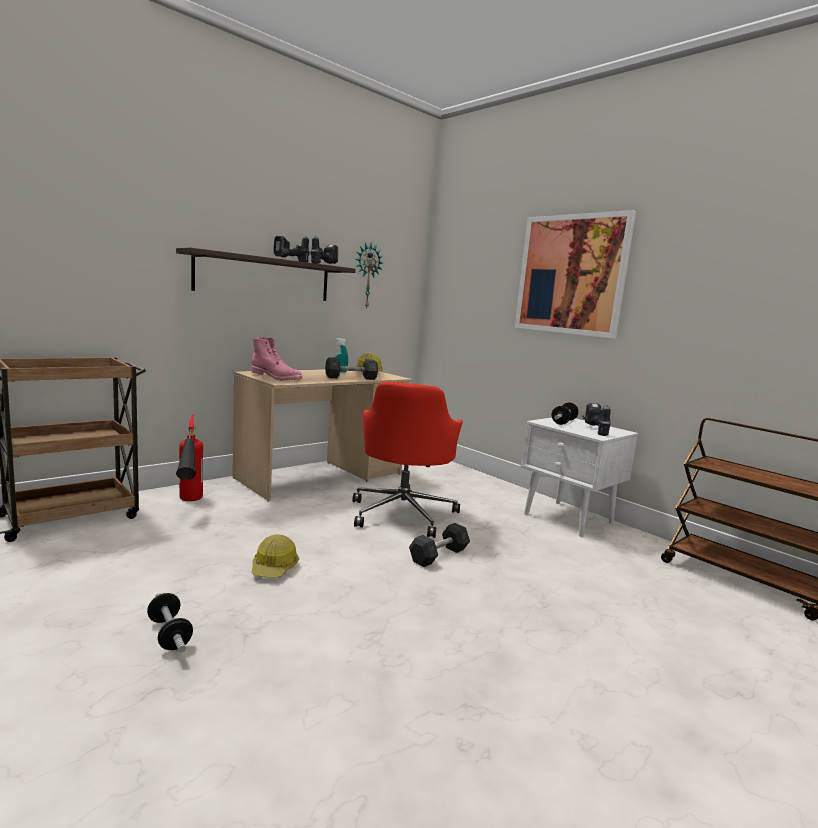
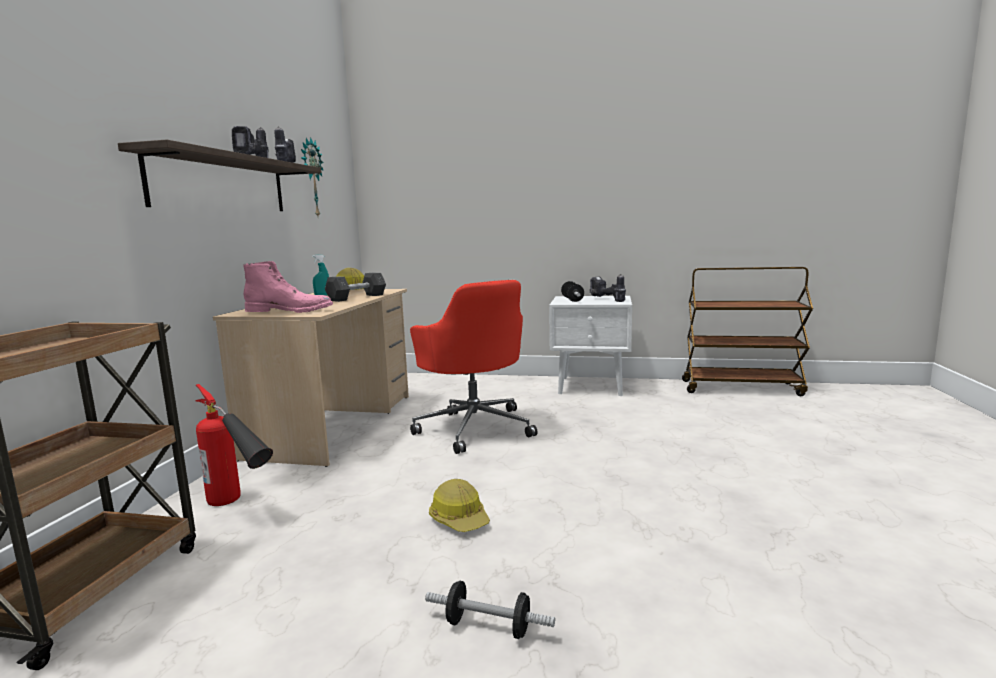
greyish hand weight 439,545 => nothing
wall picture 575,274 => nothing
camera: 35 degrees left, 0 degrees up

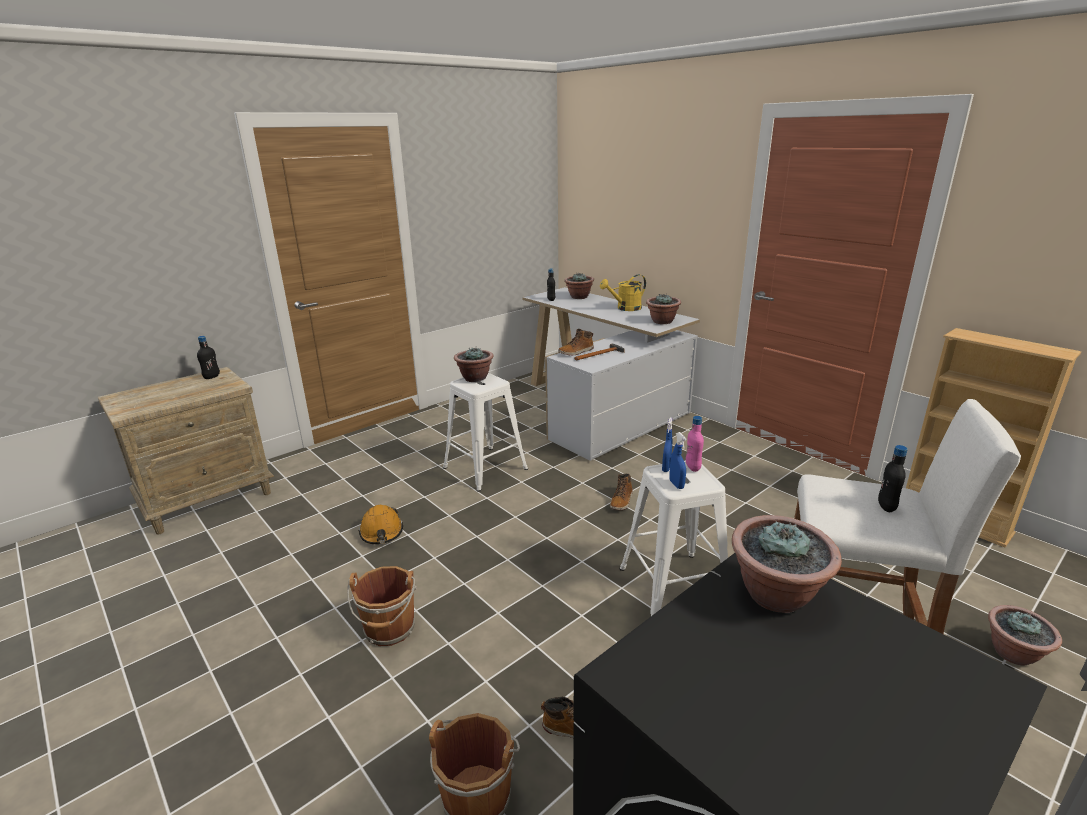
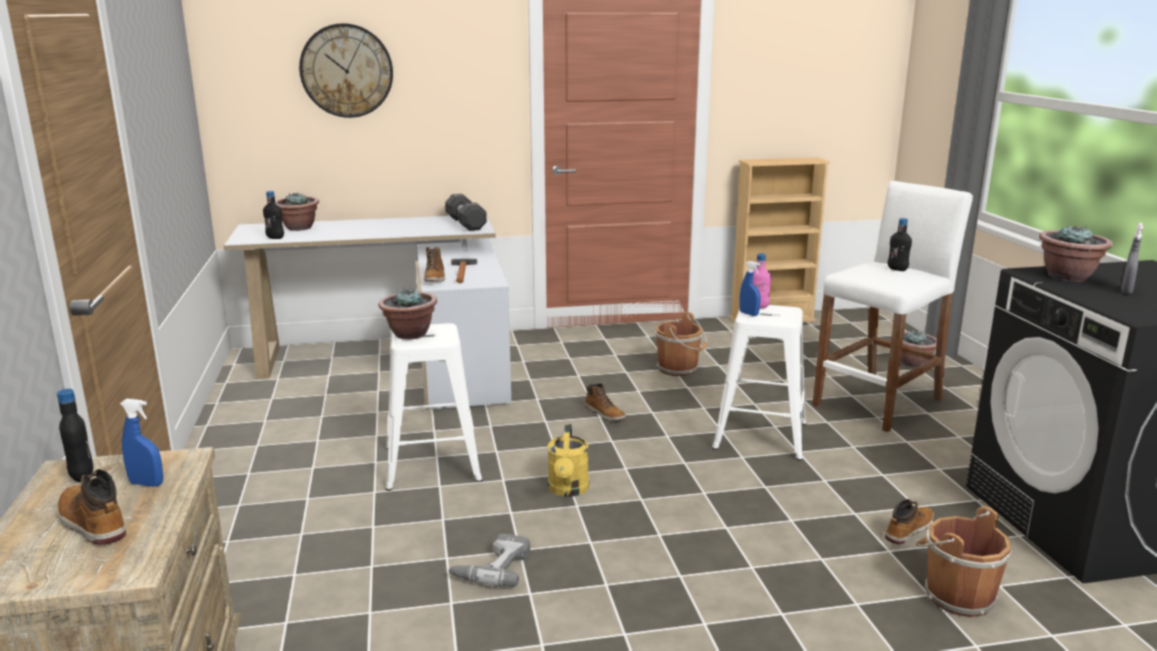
nothing => boot 91,507
bluish sprayer 677,460 => bluish sprayer 141,443, relocated
nothing => hanging clock 346,70
houseplant 663,309 => blackish hand weight 466,212
orange work helmet 381,524 => drill 489,560
yellow sprinkling can 623,292 => yellow sprinkling can 568,460, relocated
brown-coloured water bucket 382,606 => brown-coloured water bucket 681,344, relocated
nothing => greyish sprayer 1132,258
camera: 60 degrees left, 5 degrees down

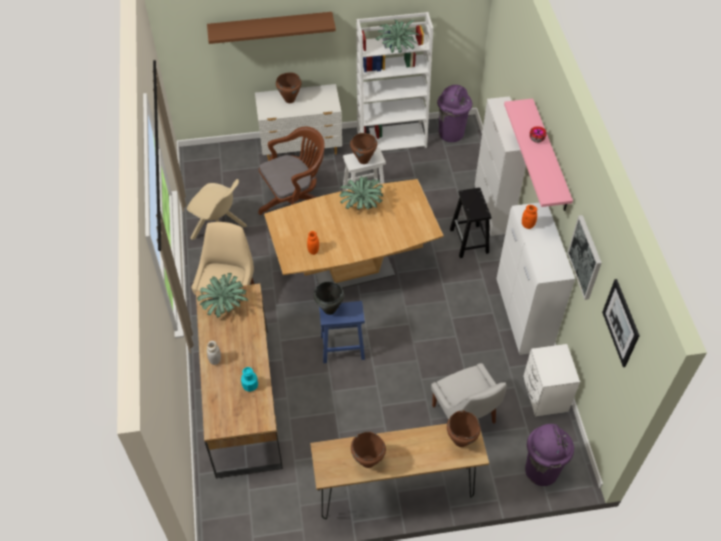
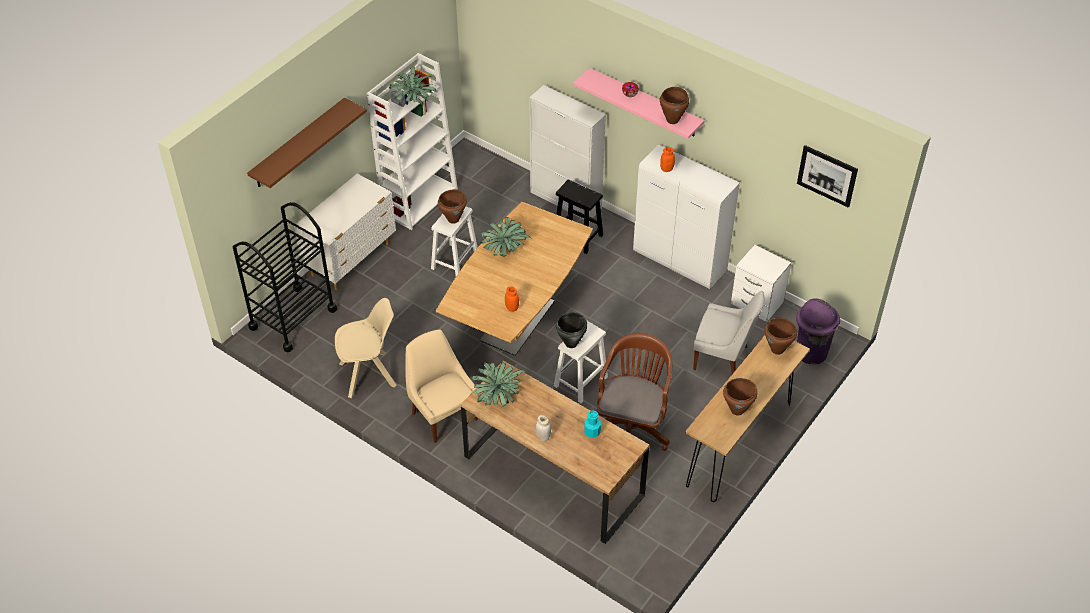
nothing => blackish wheeled cart 285,277
bluish stool seat 342,332 => whitish stool seat 581,361
brown-coloured desk chair 291,171 => brown-coloured desk chair 634,392, relocated
brown-coloured saucepot 289,87 => brown-coloured saucepot 674,105, relocated
purple-coloured waste bin 454,113 => nothing
wall picture 584,257 => nothing
camera: 45 degrees left, 5 degrees down

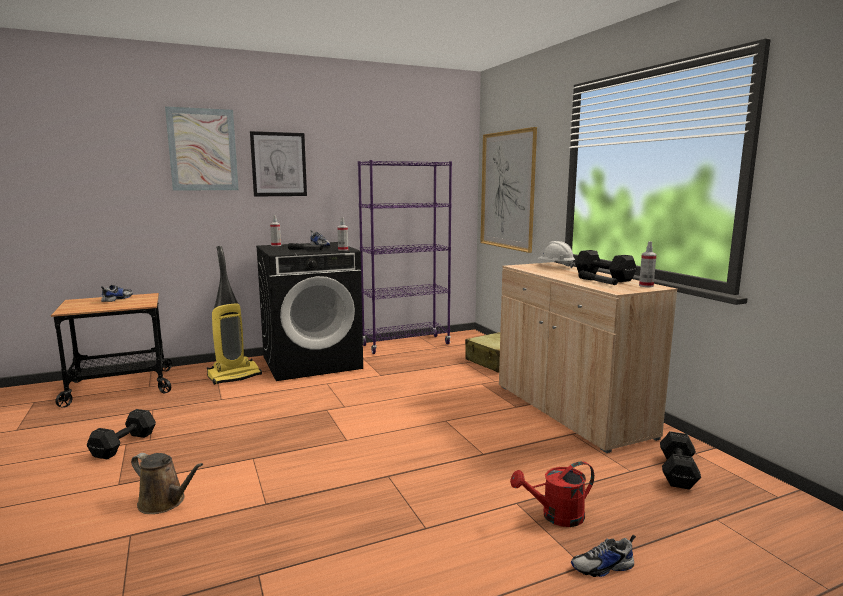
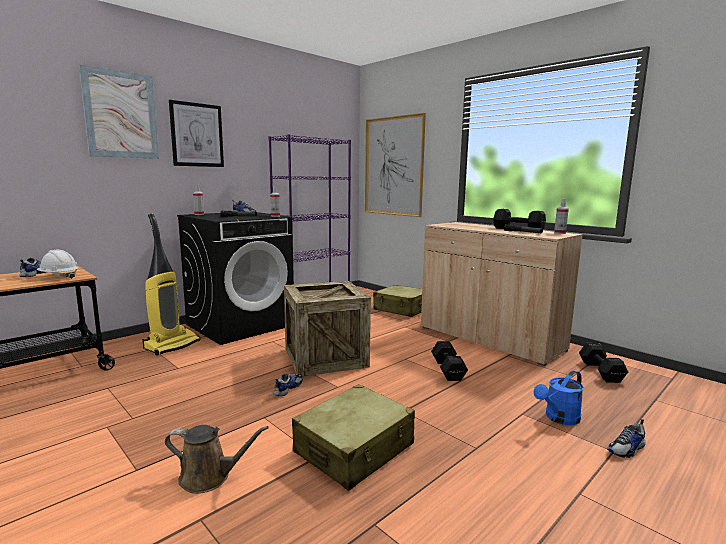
whitish work helmet 556,254 => whitish work helmet 57,264, relocated
nothing => item of footwear 288,385
nothing => shipping crate 327,328
nothing => sand-coloured piece of luggage 353,437
blackish hand weight 121,434 => blackish hand weight 449,361, relocated
red sprinkling can 552,494 => bluish sprinkling can 559,398
camera: 20 degrees left, 0 degrees up

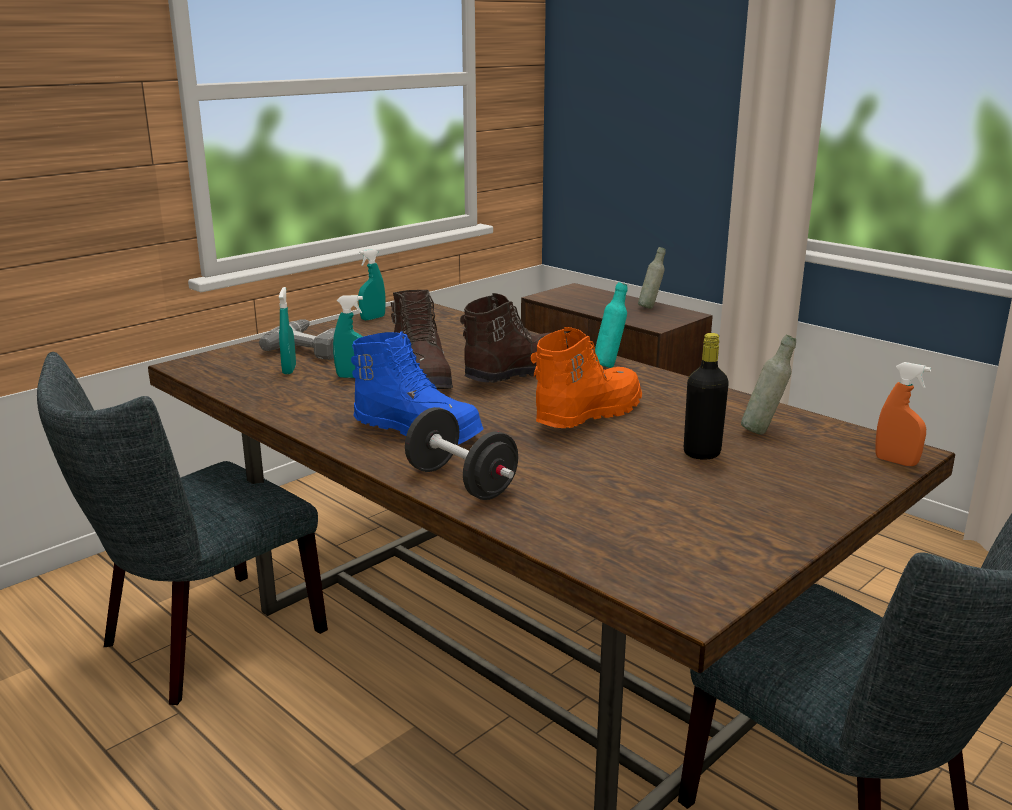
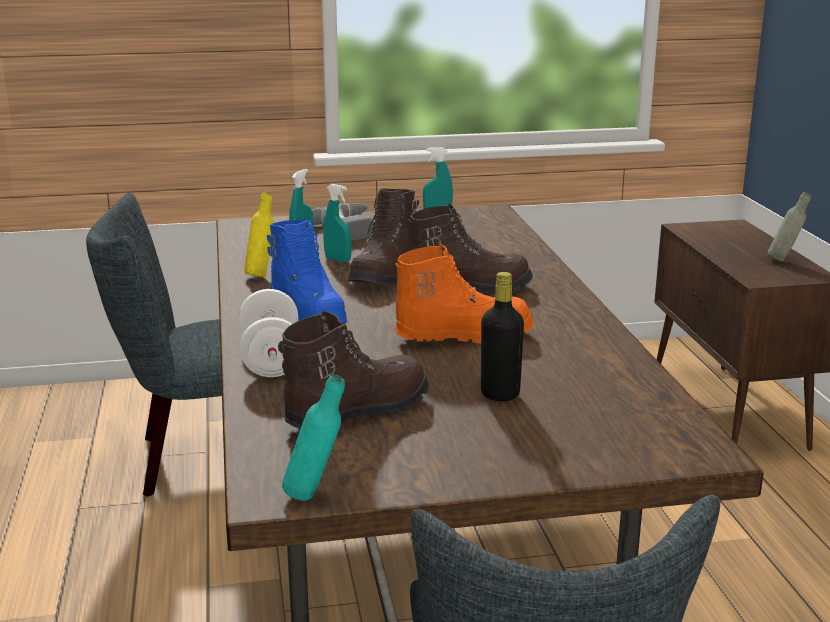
blackish hand weight 461,453 => whitish hand weight 268,333
nothing => yellow beverage bottle 259,234
nothing => brown-coloured boot 353,370
blue-green beverage bottle 610,325 => blue-green beverage bottle 313,438, relocated
greyish beverage bottle 768,385 => nothing
orange sprayer 903,414 => nothing
camera: 35 degrees right, 0 degrees up

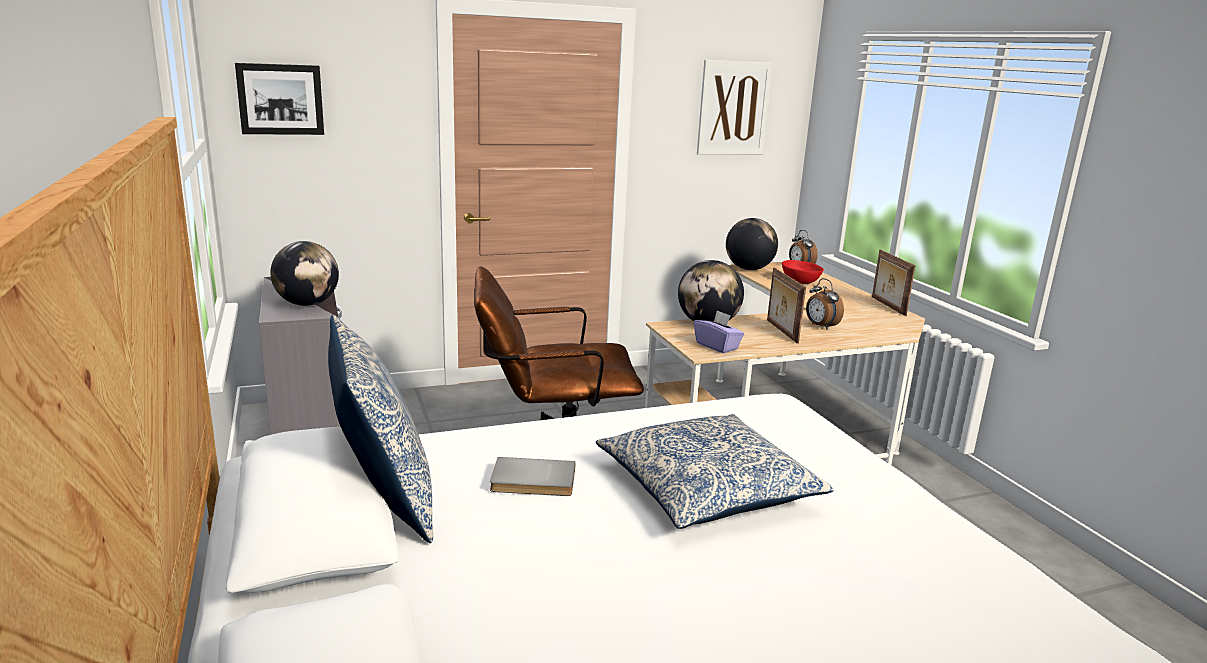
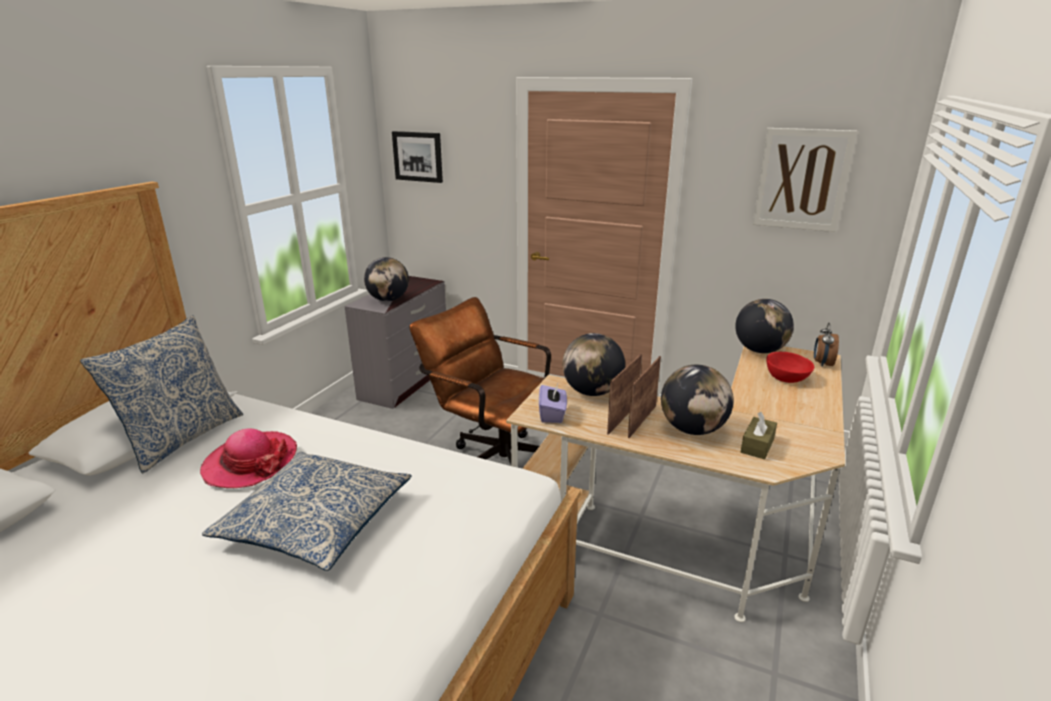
greyish book 533,476 => clothing hat 248,458
picture frame 894,283 => picture frame 624,394, relocated
bedside clock 825,303 => desk globe 697,400
nothing => brown-coloured box of tissues 759,436
camera: 45 degrees right, 5 degrees up

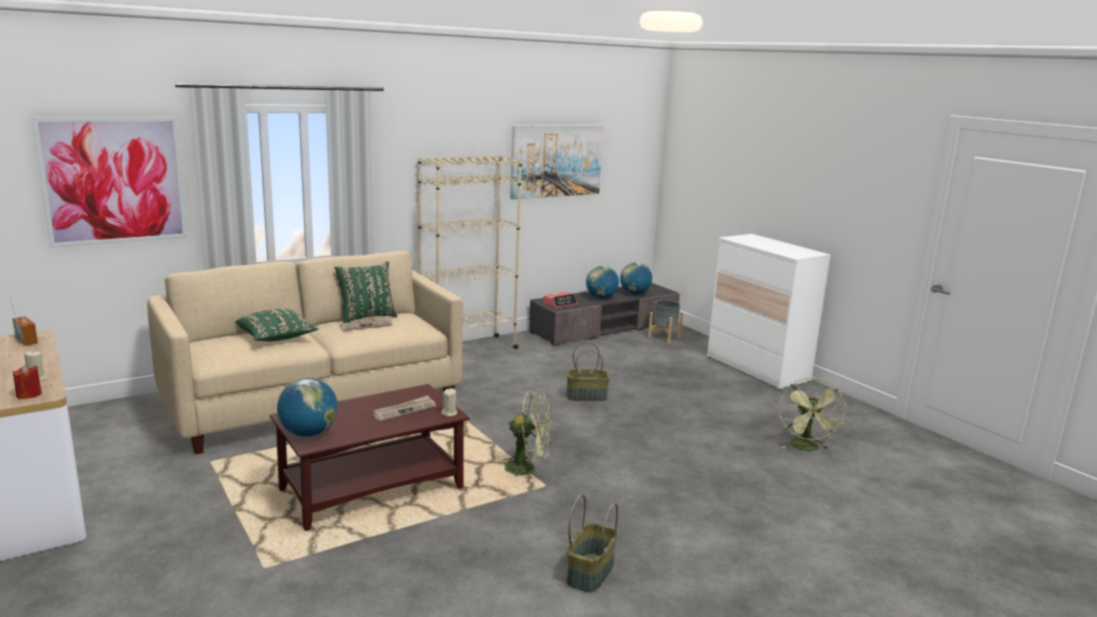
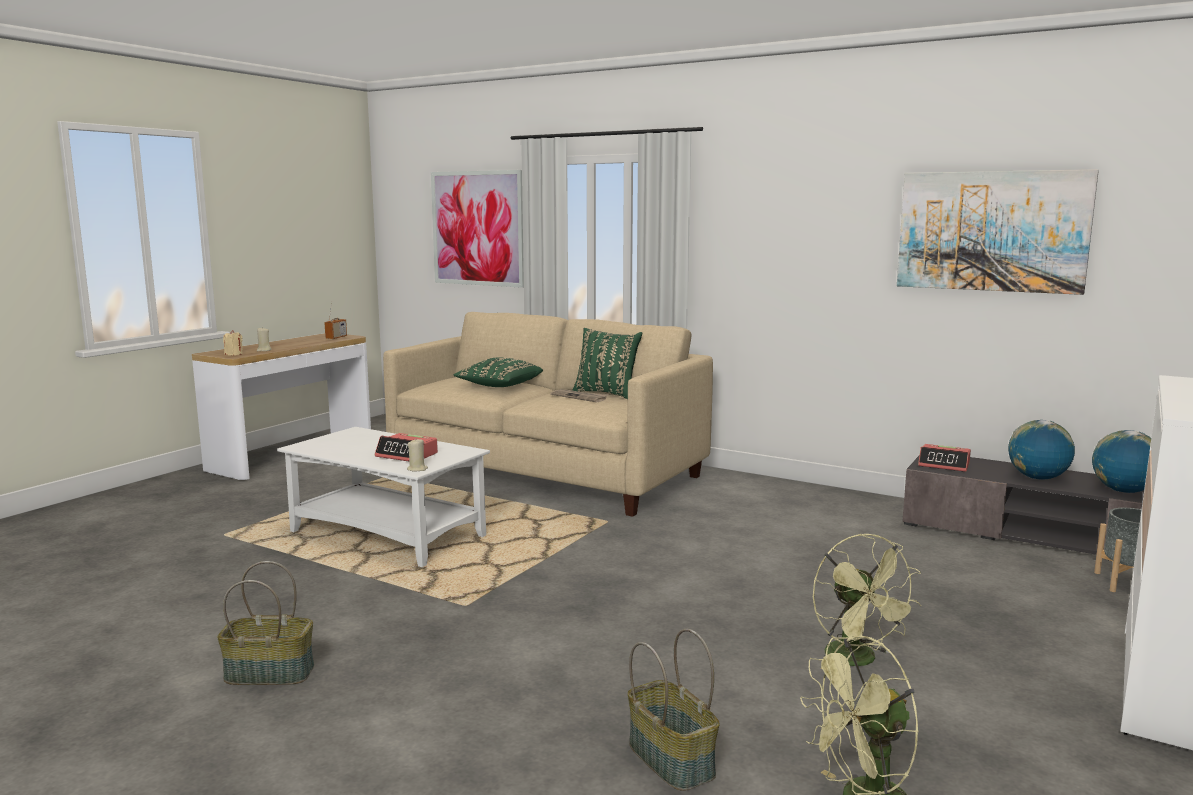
red candle 27,382 => sand-coloured candle 233,342
brown-coloured coffee table 370,457 => whitish coffee table 383,497
newspaper 404,408 => bedside clock 406,447
household basket 588,371 => household basket 674,710, relocated
greenish cooling fan 526,434 => greenish cooling fan 867,601, relocated
desk globe 307,407 => nothing
sand-coloured bookshelf 470,252 => nothing
camera: 65 degrees right, 5 degrees down

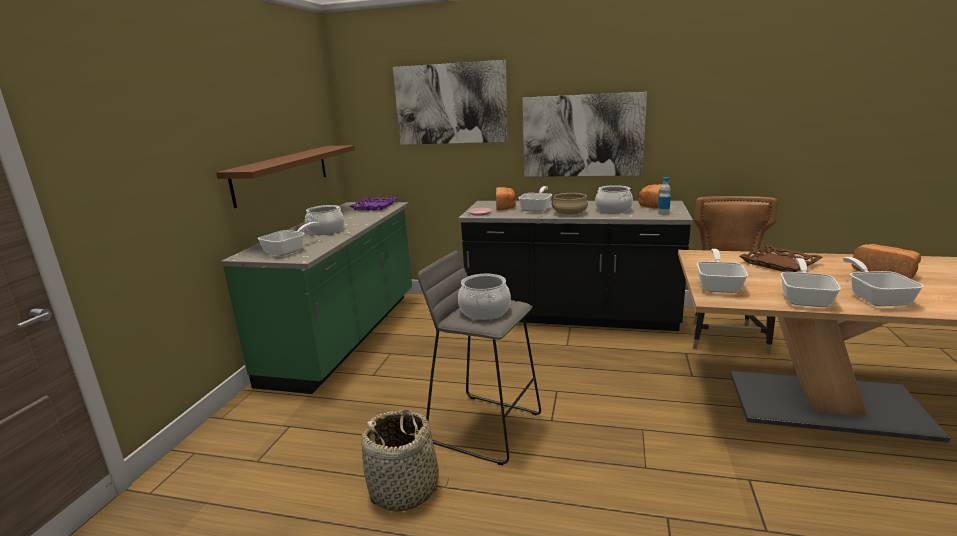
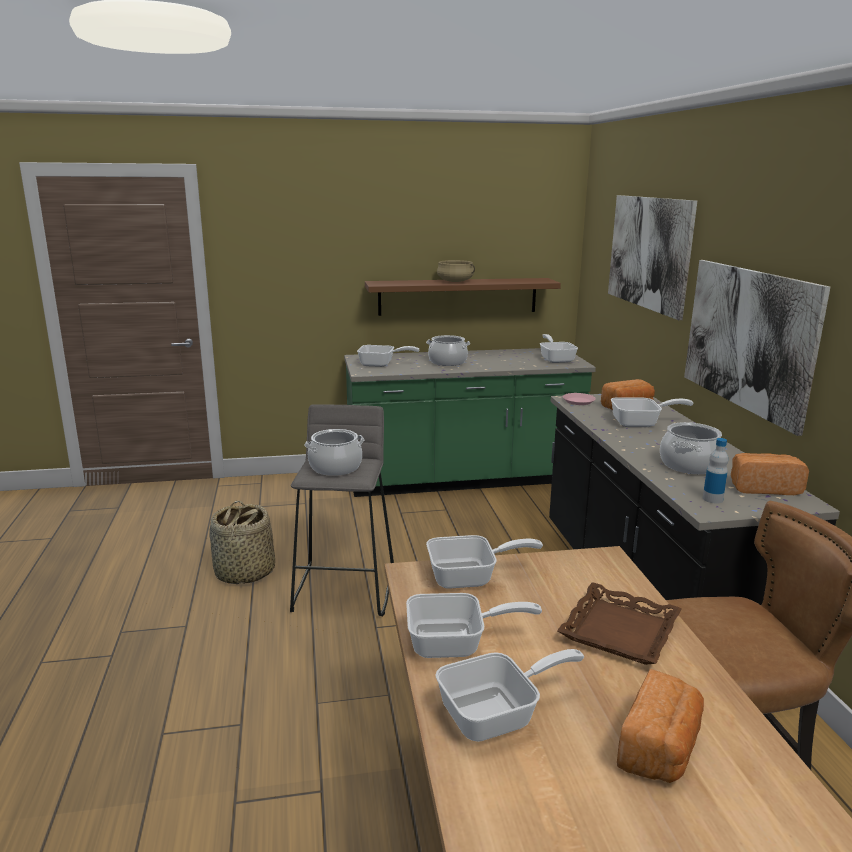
sand-coloured saucepot 570,204 => sand-coloured saucepot 456,271, relocated
purple-coloured tray 373,203 => pan 559,348
camera: 65 degrees right, 0 degrees up

